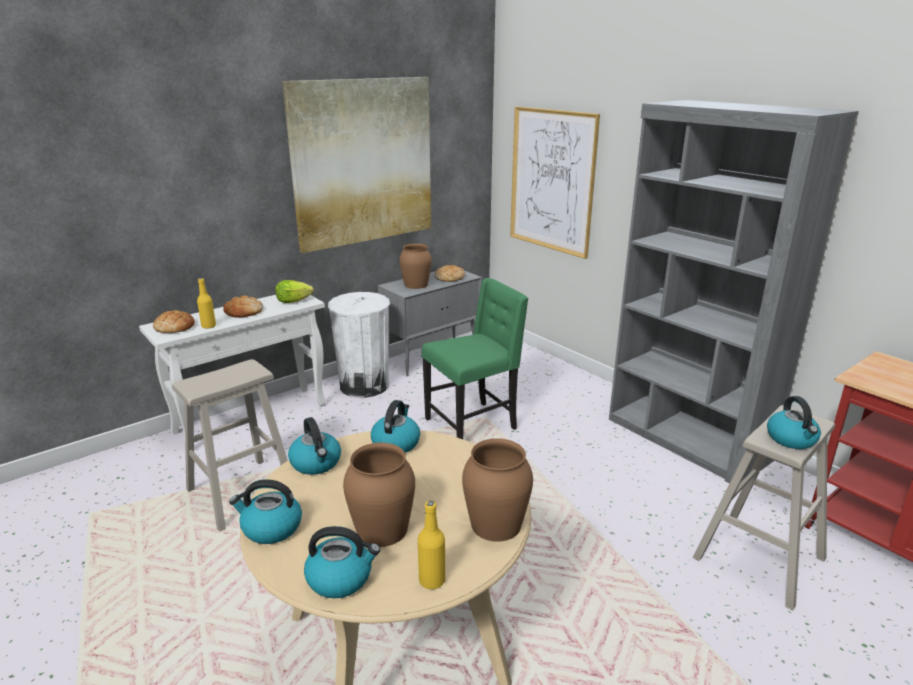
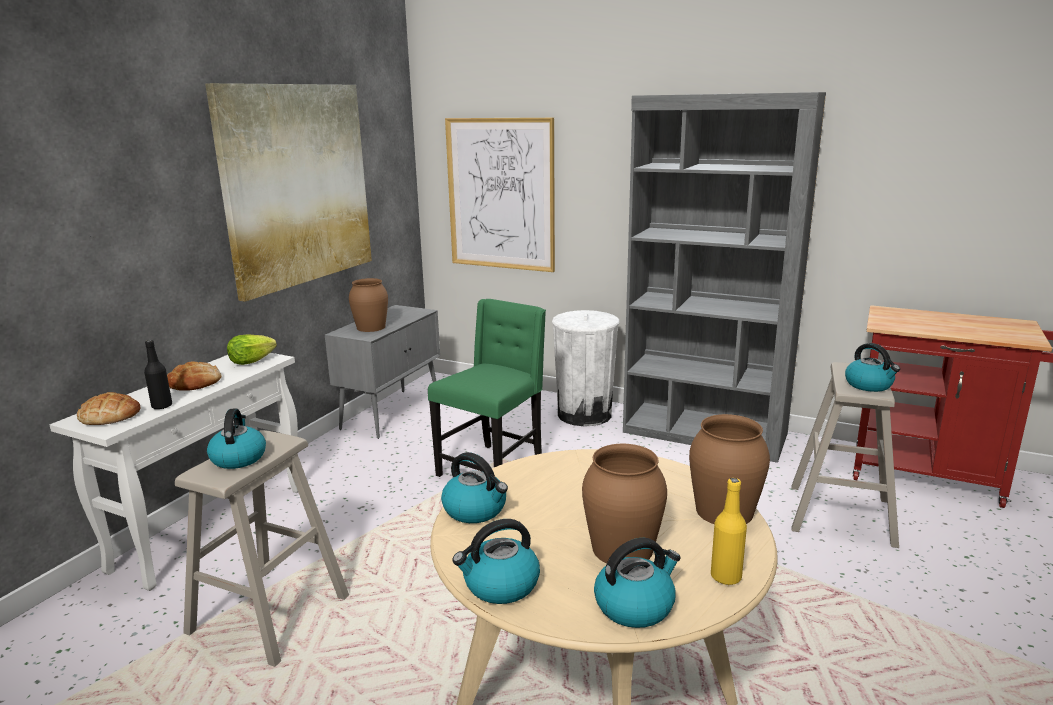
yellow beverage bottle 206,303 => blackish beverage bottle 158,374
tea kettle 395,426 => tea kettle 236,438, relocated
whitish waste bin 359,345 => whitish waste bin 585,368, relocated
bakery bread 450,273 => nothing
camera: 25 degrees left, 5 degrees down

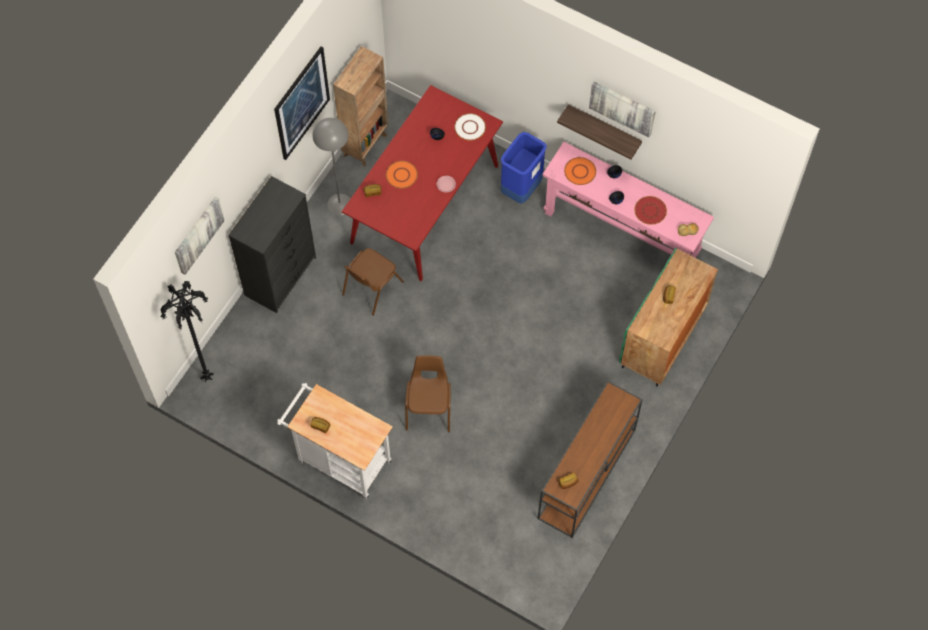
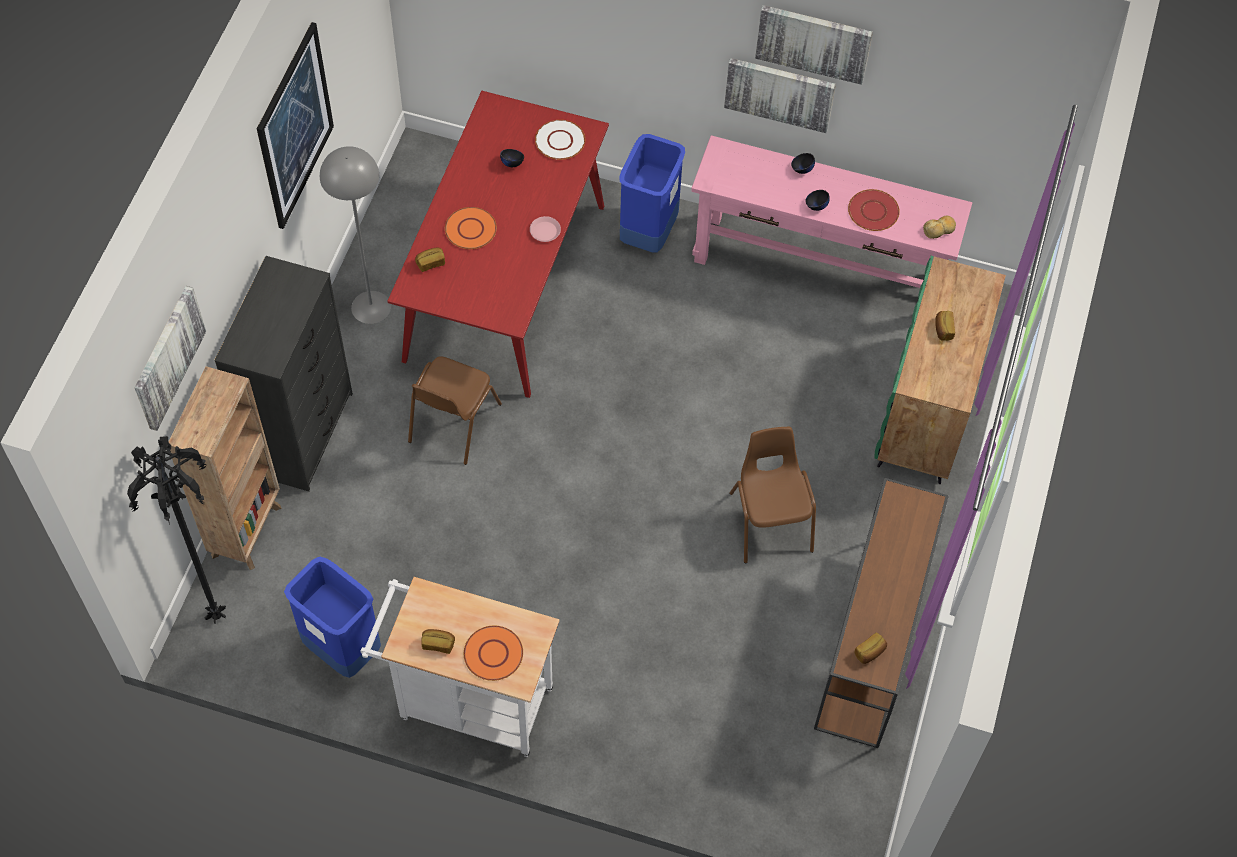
brown-coloured bookshelf 360,106 => brown-coloured bookshelf 225,468, relocated
nothing => bluish waste bin 332,617
orange dinner plate 580,171 => orange dinner plate 493,653, relocated
bracket shelf 599,132 => wall picture 780,95
brown-coloured chair 428,393 => brown-coloured chair 772,495, relocated
camera: 15 degrees left, 5 degrees down

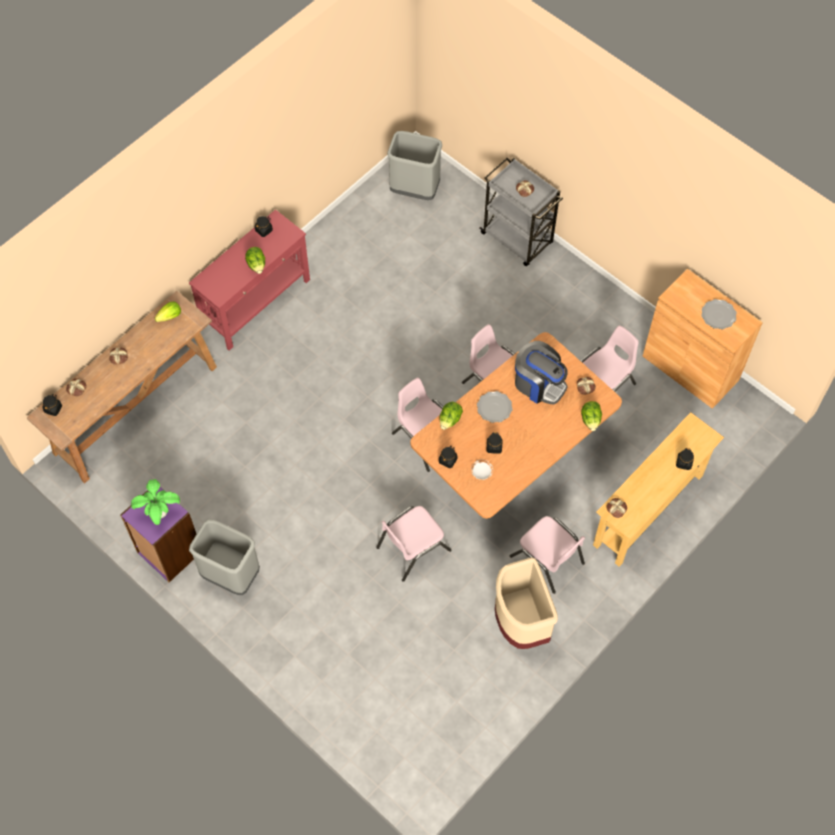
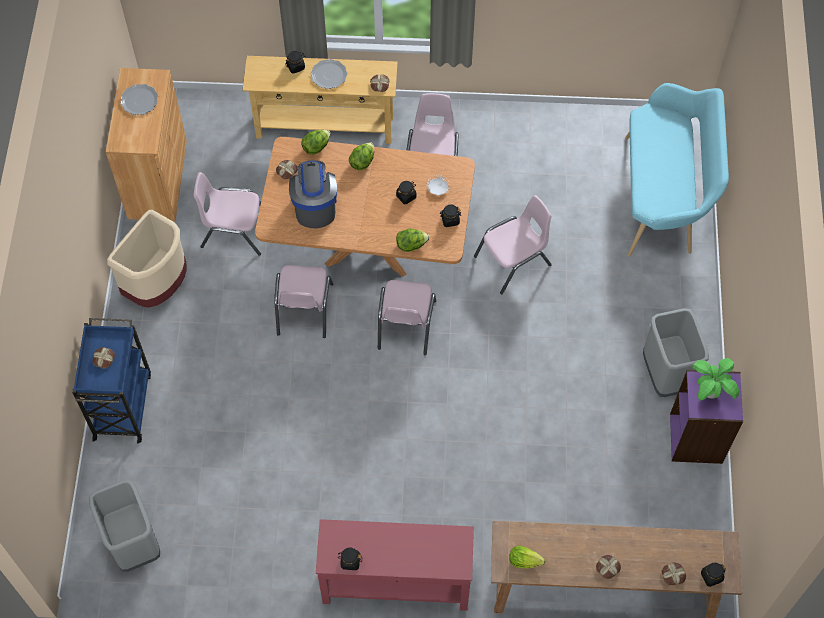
greyish wheeled cart 521,211 => bluish wheeled cart 111,381
sand-coloured waste bin 526,603 => sand-coloured waste bin 147,259, relocated
dinner plate 495,407 => dinner plate 329,74, relocated
lettuce 255,260 => lettuce 361,156, relocated
pinkish chair 414,544 => pinkish chair 513,244, 45 degrees counterclockwise
nothing => blue-green bench 677,170
camera: 130 degrees left, 0 degrees up

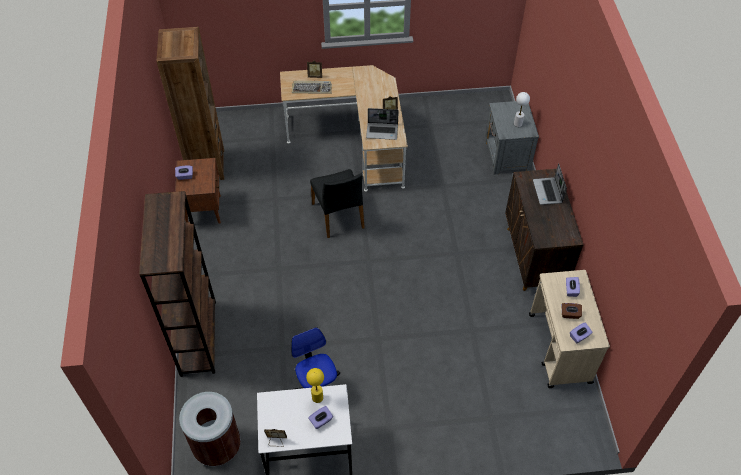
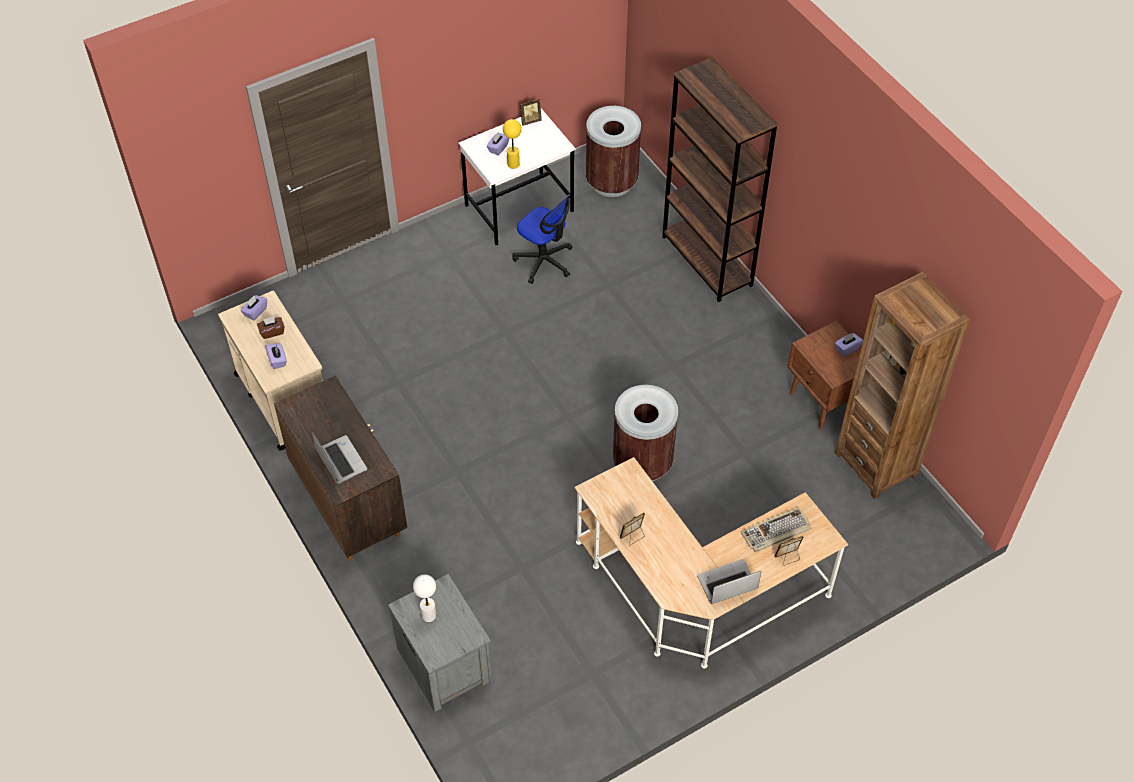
blackish chair 337,203 => brown-coloured waste bin 645,433
laptop 382,124 => laptop 729,581, relocated
camera: 155 degrees right, 0 degrees up

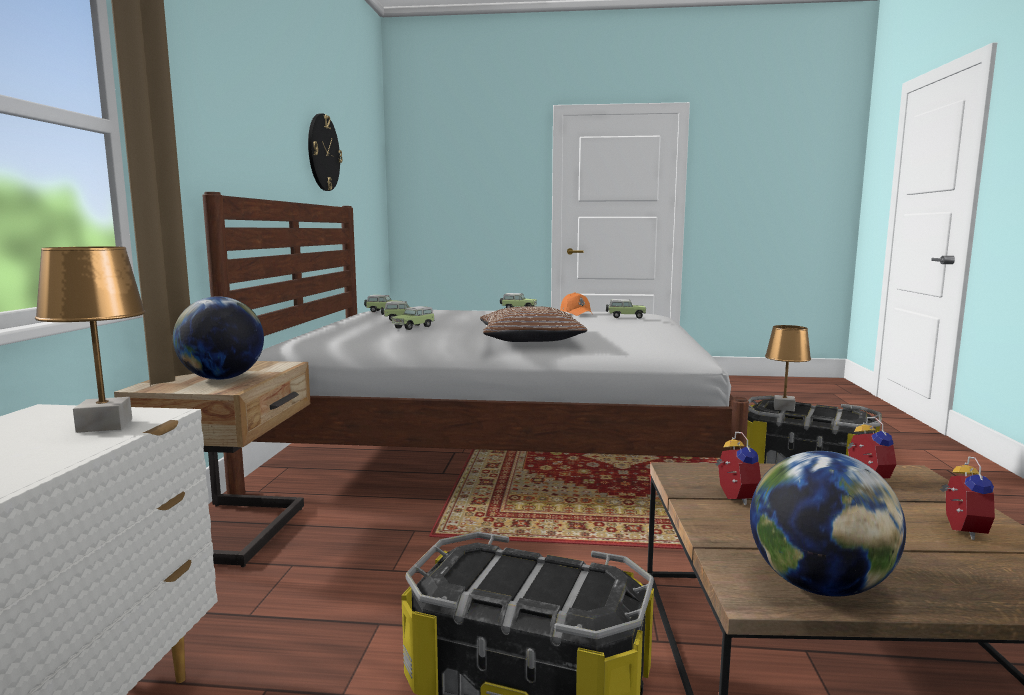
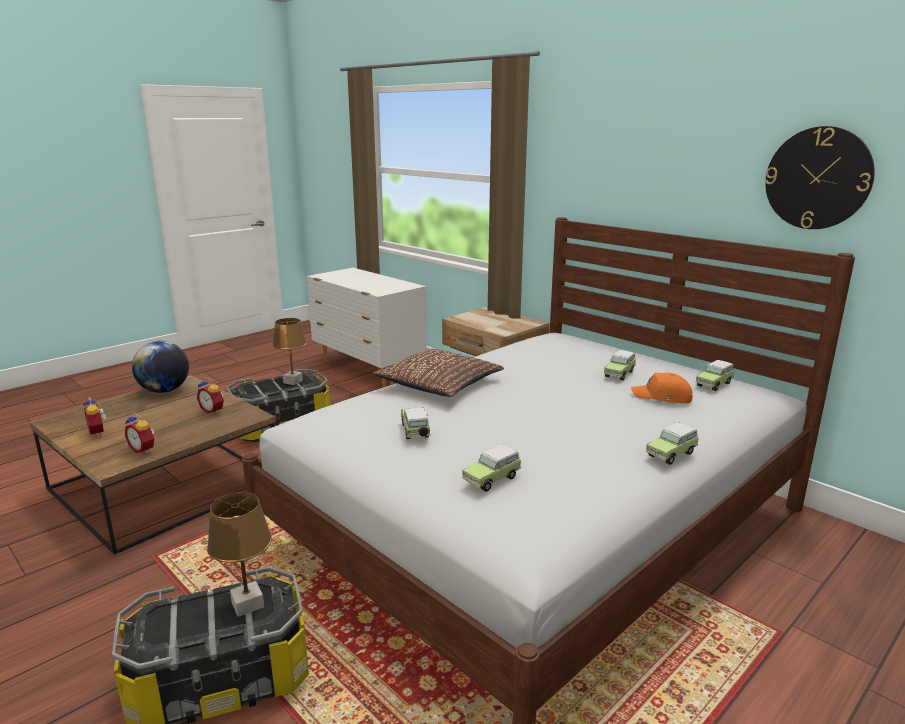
brown-coloured lamp for a table 90,340 => brown-coloured lamp for a table 290,351, relocated
model car 413,318 => model car 416,423, relocated
orange cap 576,304 => orange cap 662,388, relocated
desk globe 218,338 => nothing
camera: 130 degrees right, 10 degrees up

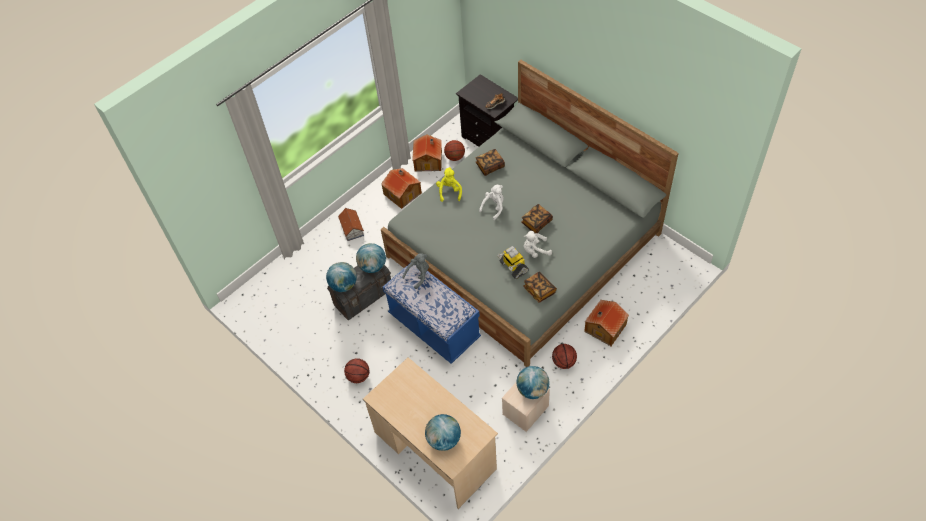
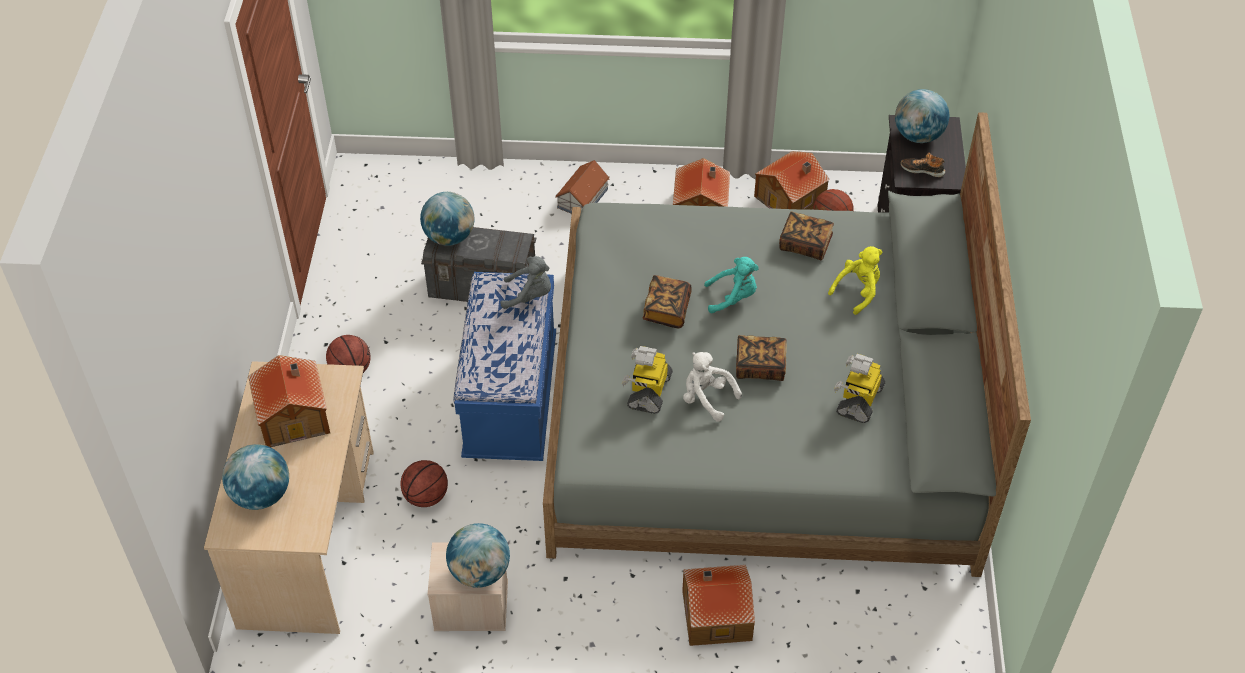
nothing => toy house 289,401
basketball ball 564,356 => basketball ball 424,483, relocated
book 540,287 => book 667,301, relocated
whitish cuddly toy 491,202 => blue-green cuddly toy 731,285
yellow cuddly toy 449,184 => yellow cuddly toy 855,280, relocated
nothing => robot figure 859,388
desk globe 371,258 => desk globe 922,116, relocated
camera: 45 degrees right, 5 degrees down

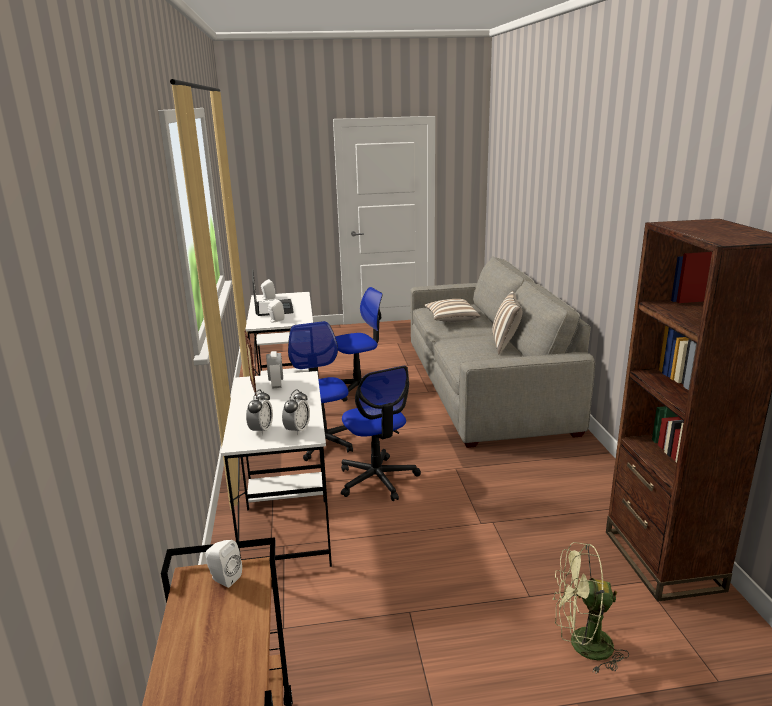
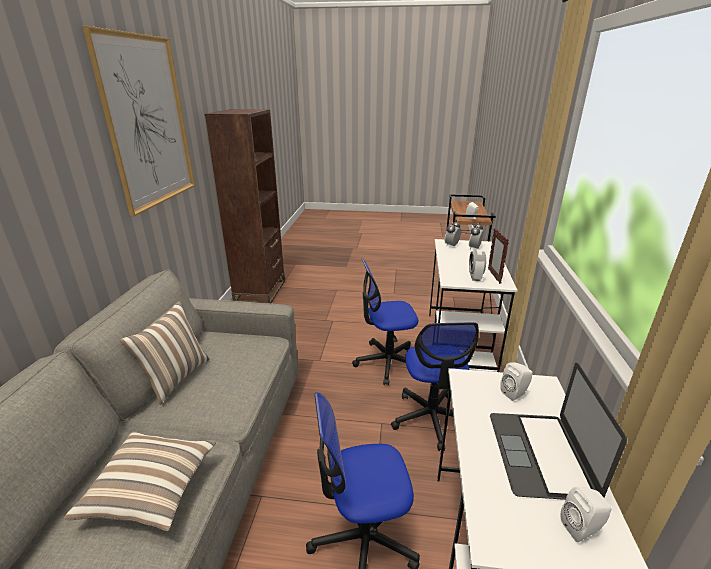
nothing => wall picture 138,121
desk chair 381,433 => desk chair 385,322, 90 degrees counterclockwise
greenish cooling fan 591,608 => nothing
camera: 165 degrees left, 5 degrees up

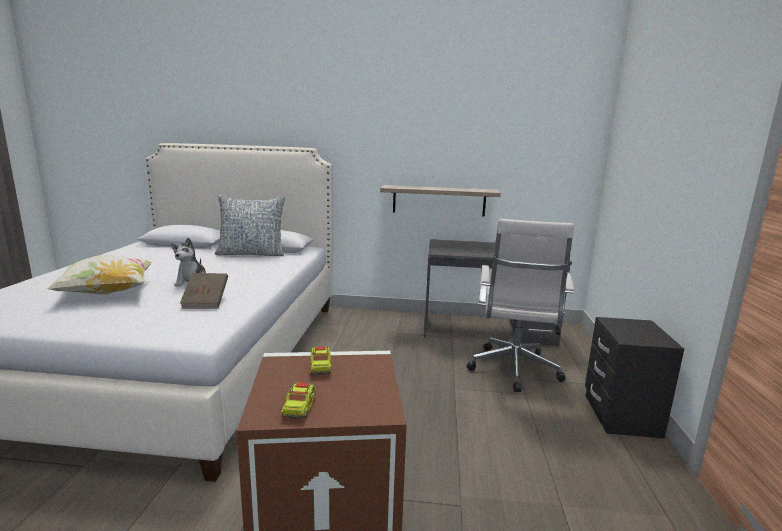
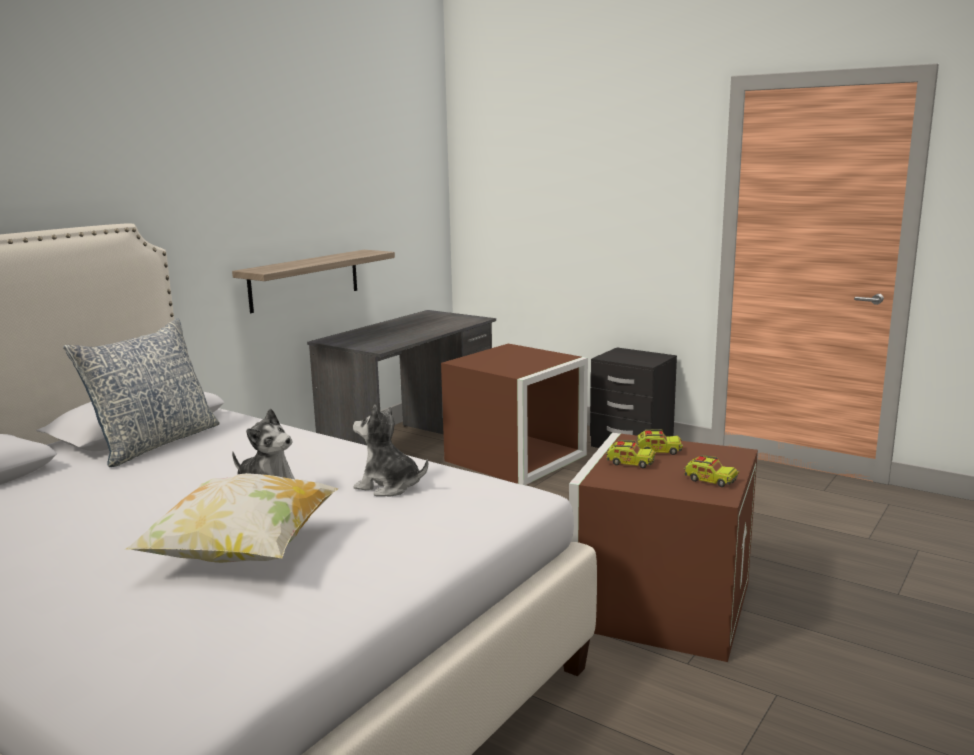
brown-coloured book 204,291 => cuddly toy 390,450
whitish desk chair 520,305 => brown-coloured storage container 514,414
nothing => toy lorry 659,442
camera: 60 degrees left, 0 degrees up

